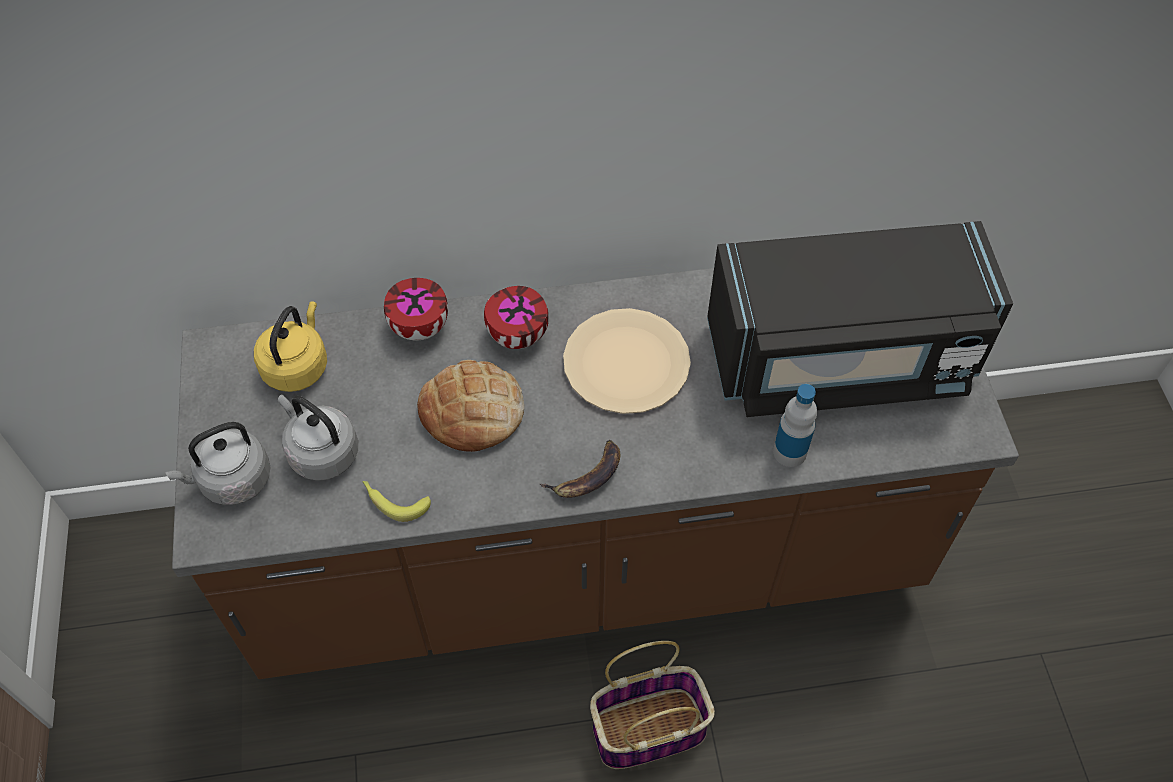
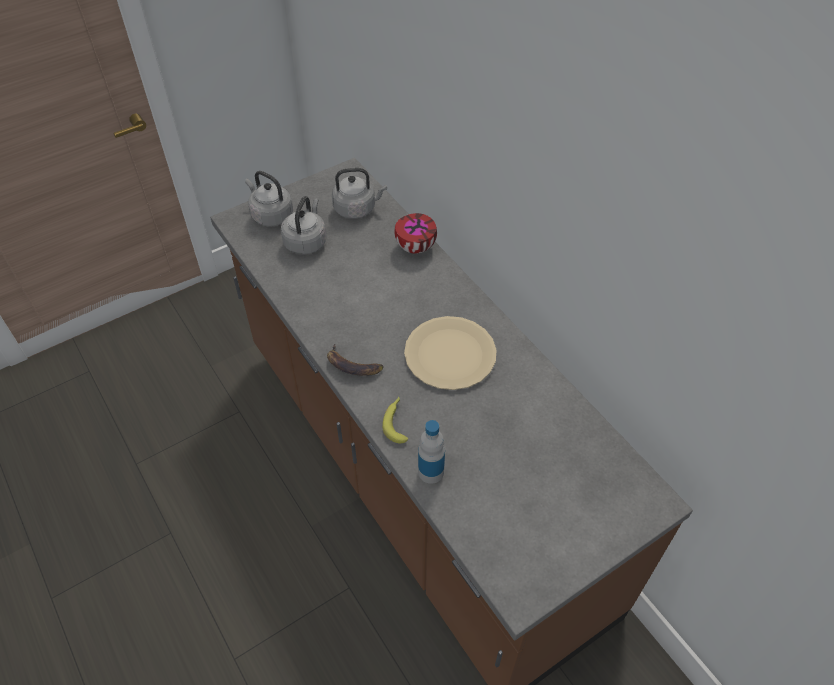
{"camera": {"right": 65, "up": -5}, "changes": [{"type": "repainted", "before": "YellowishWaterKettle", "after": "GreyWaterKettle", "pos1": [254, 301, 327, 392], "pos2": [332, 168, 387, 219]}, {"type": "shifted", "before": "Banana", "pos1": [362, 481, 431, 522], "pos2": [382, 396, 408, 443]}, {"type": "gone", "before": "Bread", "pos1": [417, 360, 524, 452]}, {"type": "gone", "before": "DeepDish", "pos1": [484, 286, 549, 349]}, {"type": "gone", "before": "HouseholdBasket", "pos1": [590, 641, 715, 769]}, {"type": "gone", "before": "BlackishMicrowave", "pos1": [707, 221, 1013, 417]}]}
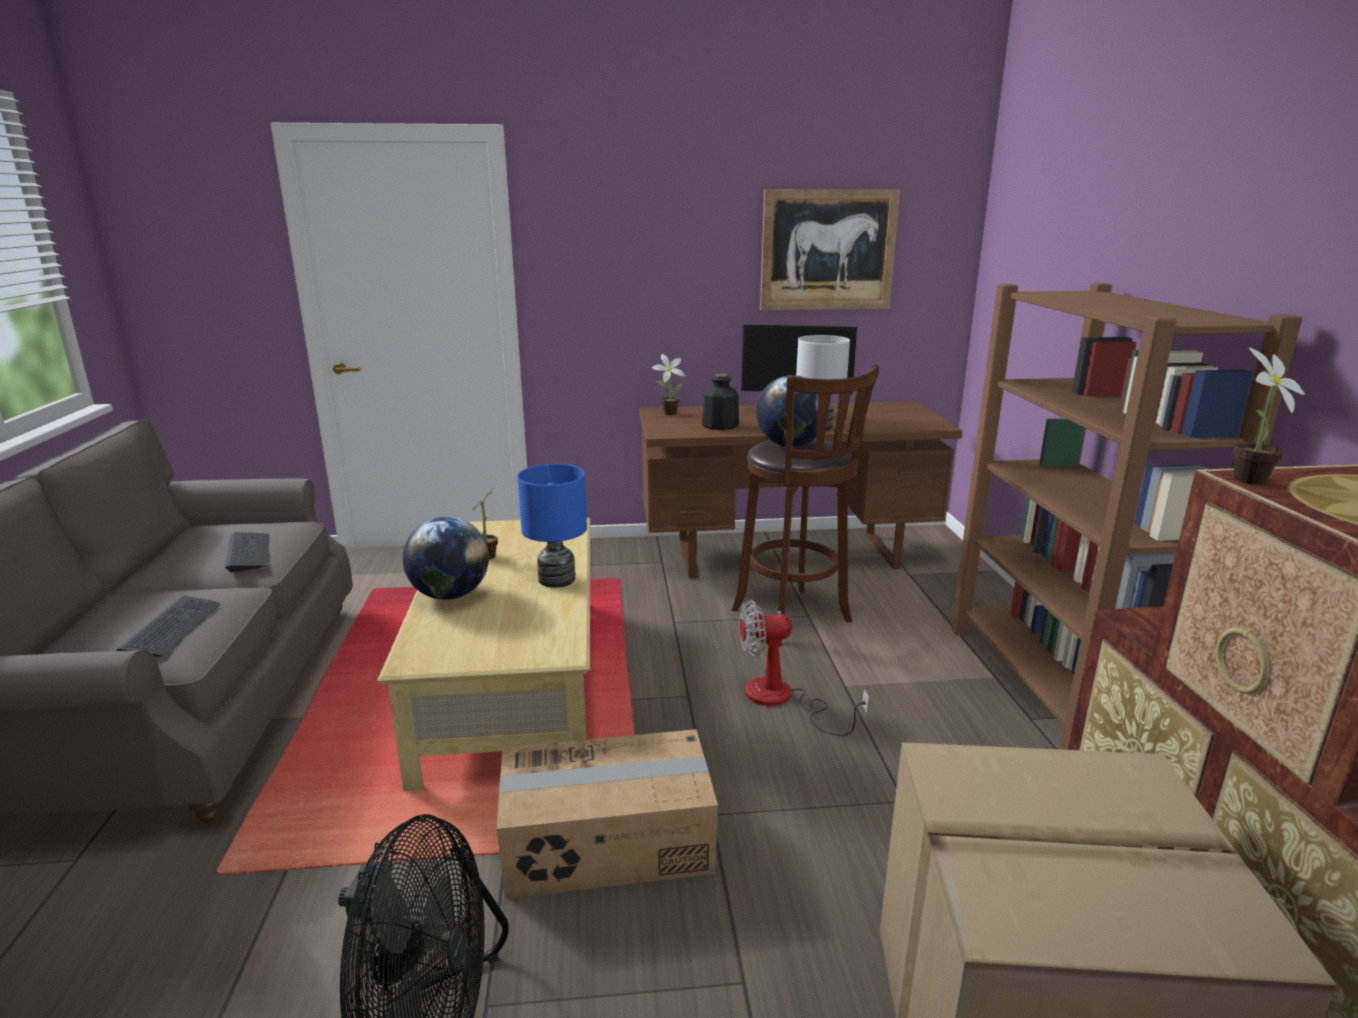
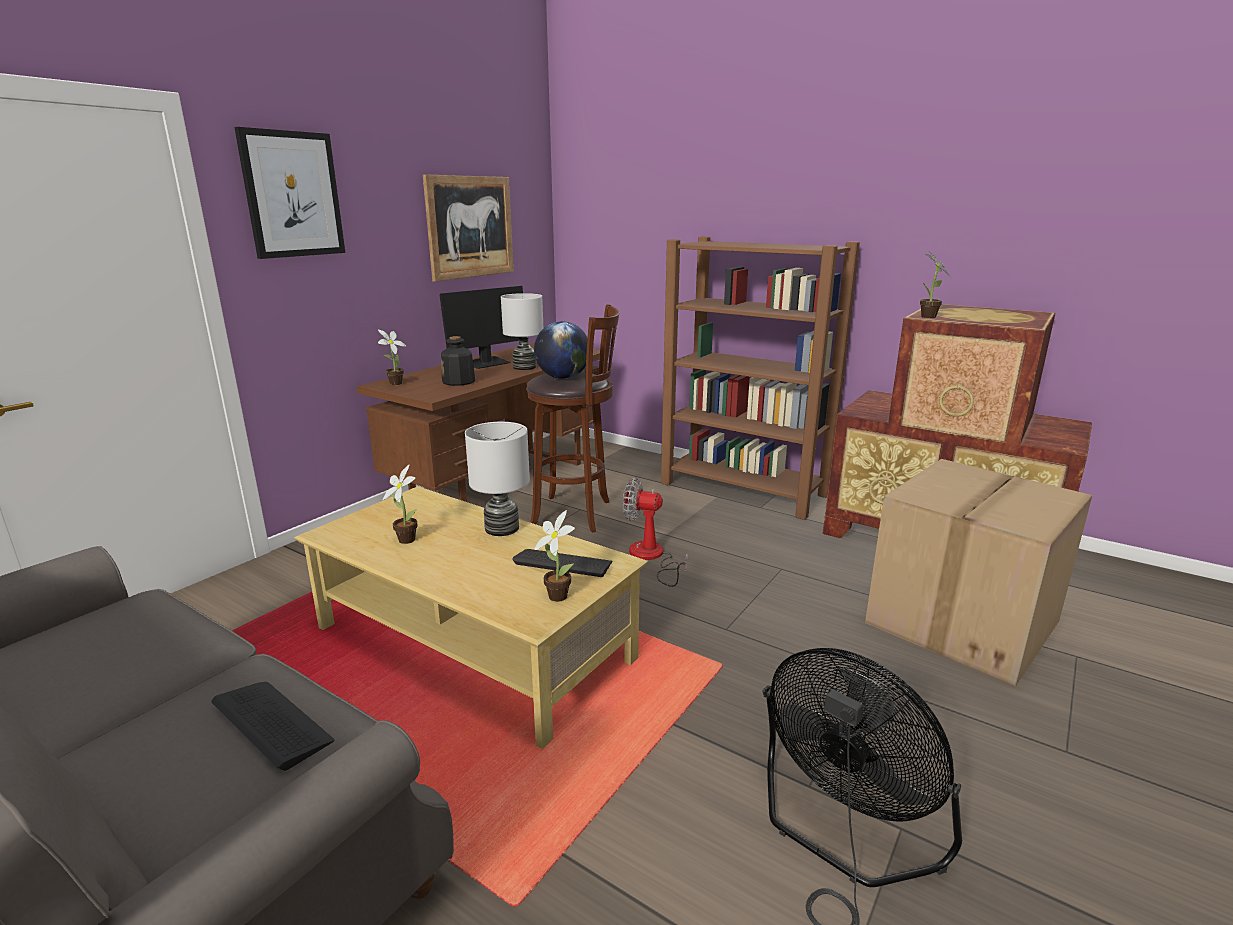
{"camera": {"right": -50, "up": 0}, "changes": [{"type": "new", "after": "WallArt", "pos2": [234, 127, 345, 259]}, {"type": "repainted", "before": "BlueTableLamp", "after": "GreyTableLamp", "pos1": [517, 464, 587, 588], "pos2": [465, 422, 530, 536]}, {"type": "shifted", "before": "ComputerKeyboard", "pos1": [225, 532, 270, 572], "pos2": [513, 549, 612, 577]}, {"type": "new", "after": "PlantInAPot", "pos2": [534, 510, 575, 602]}, {"type": "rotated", "before": "CoolingFan", "pos1": [739, 600, 869, 736], "pos2": [623, 478, 687, 587], "turn": 75}, {"type": "gone", "before": "Globe", "pos1": [403, 516, 489, 600]}, {"type": "gone", "before": "PackingBox", "pos1": [497, 729, 718, 899]}]}
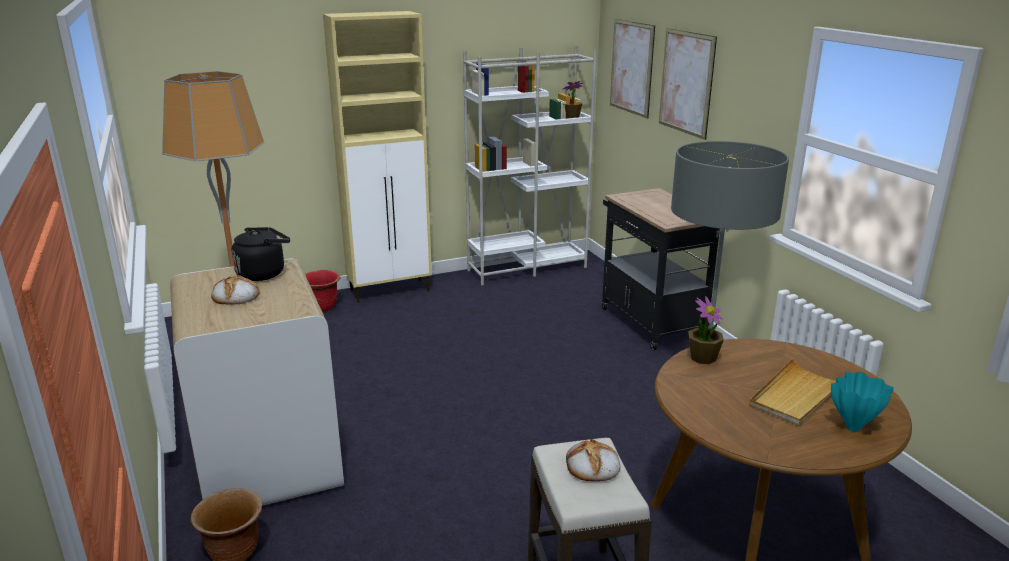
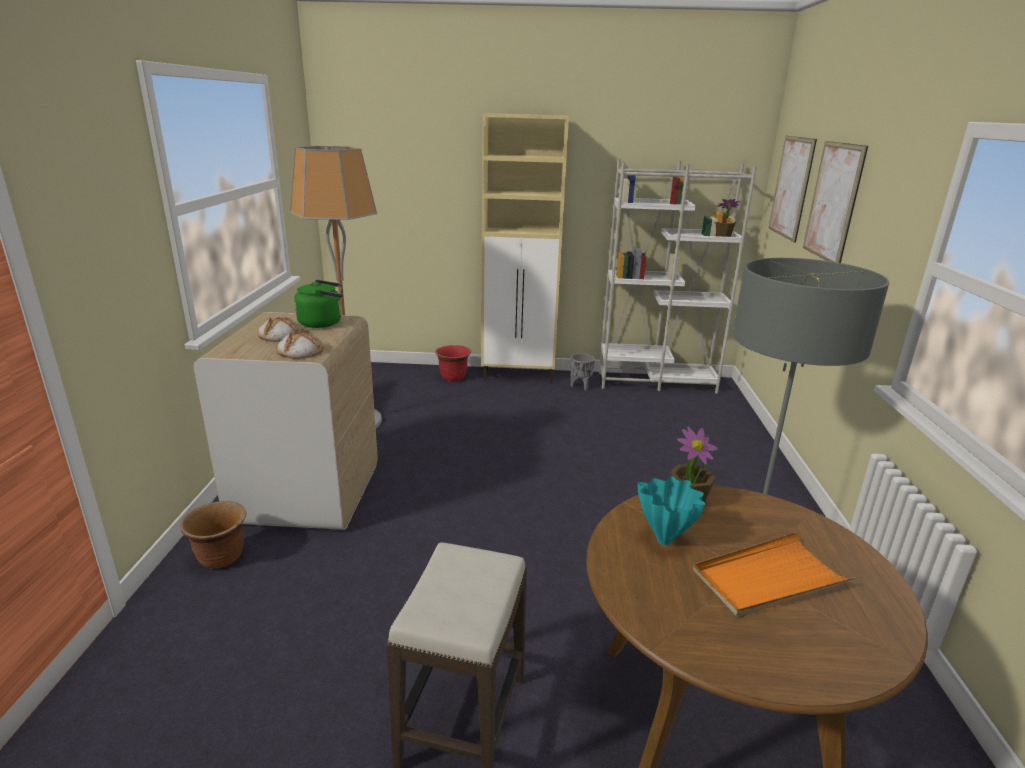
{"camera": {"right": 25, "up": 0}, "changes": [{"type": "shifted", "before": "Bread", "pos1": [566, 439, 621, 482], "pos2": [277, 332, 324, 359]}, {"type": "repainted", "before": "BlackishWaterKettle", "after": "GreenishWaterKettle", "pos1": [231, 227, 290, 281], "pos2": [294, 280, 343, 328]}, {"type": "new", "after": "GreyPlanter", "pos2": [570, 353, 595, 391]}, {"type": "shifted", "before": "BlueGreenFlowerVase", "pos1": [831, 372, 894, 432], "pos2": [638, 476, 705, 545]}, {"type": "repainted", "before": "BeigeColouredCarryingTray", "after": "OrangeCarryingTray", "pos1": [749, 358, 836, 426], "pos2": [693, 532, 856, 618]}, {"type": "gone", "before": "BlackishWheeledCart", "pos1": [602, 188, 720, 351]}]}
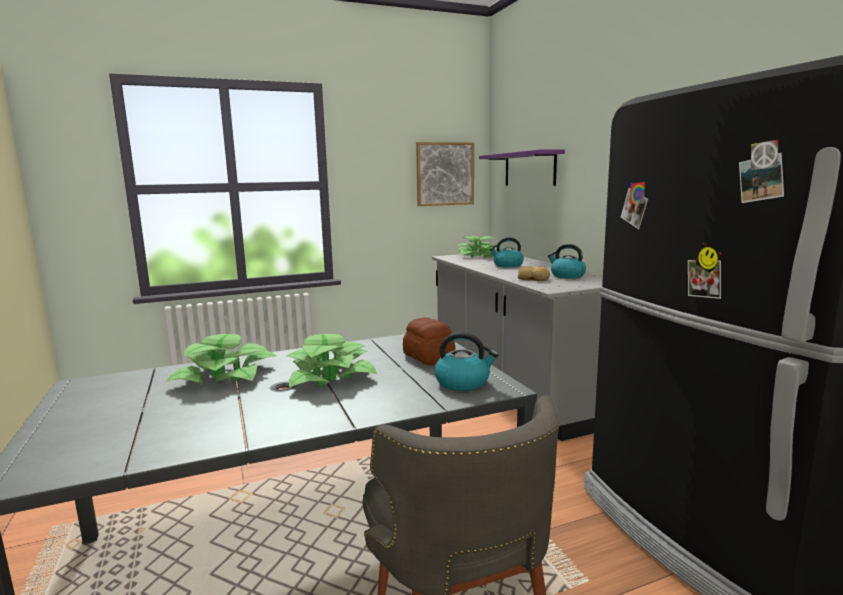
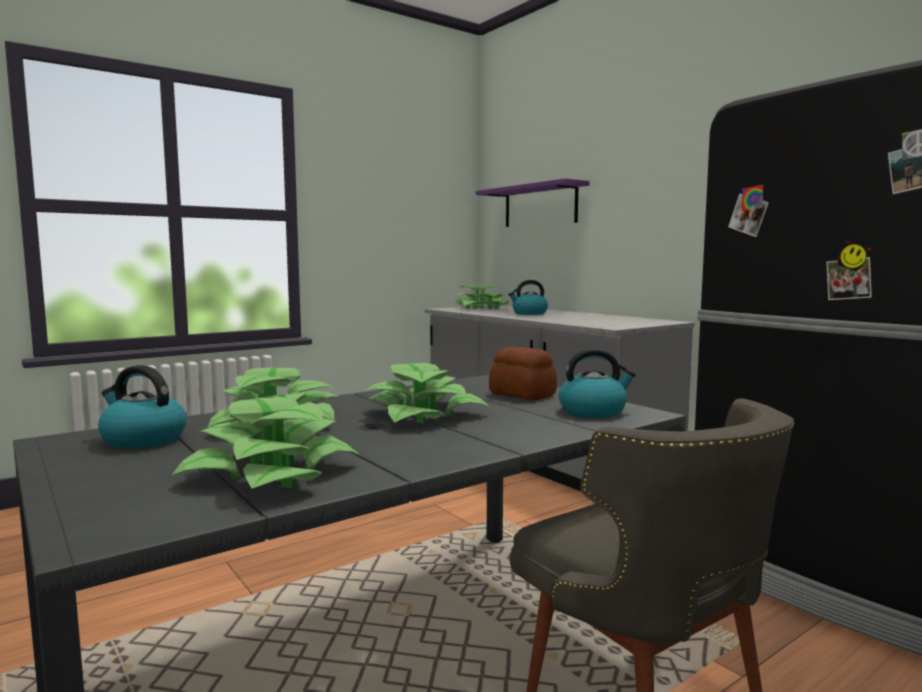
{"camera": {"right": -15, "up": -5}, "changes": [{"type": "shifted", "before": "WaterKettle", "pos1": [548, 244, 586, 279], "pos2": [98, 365, 187, 449]}, {"type": "new", "after": "PlantInAPot", "pos2": [172, 398, 360, 488]}, {"type": "gone", "before": "WallArt", "pos1": [416, 142, 474, 206]}, {"type": "gone", "before": "Bread", "pos1": [517, 266, 550, 281]}]}
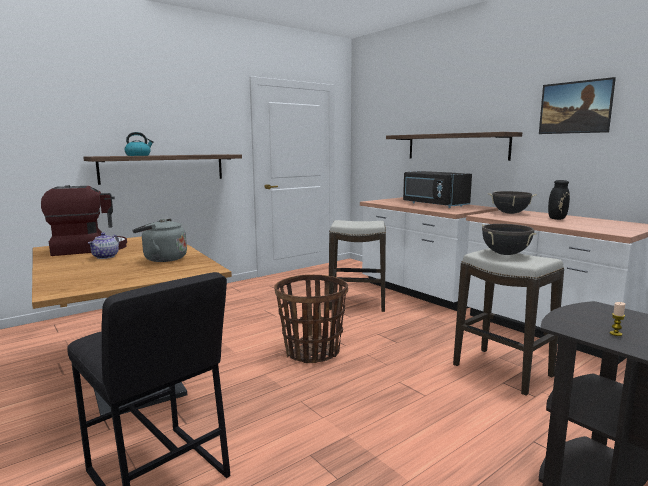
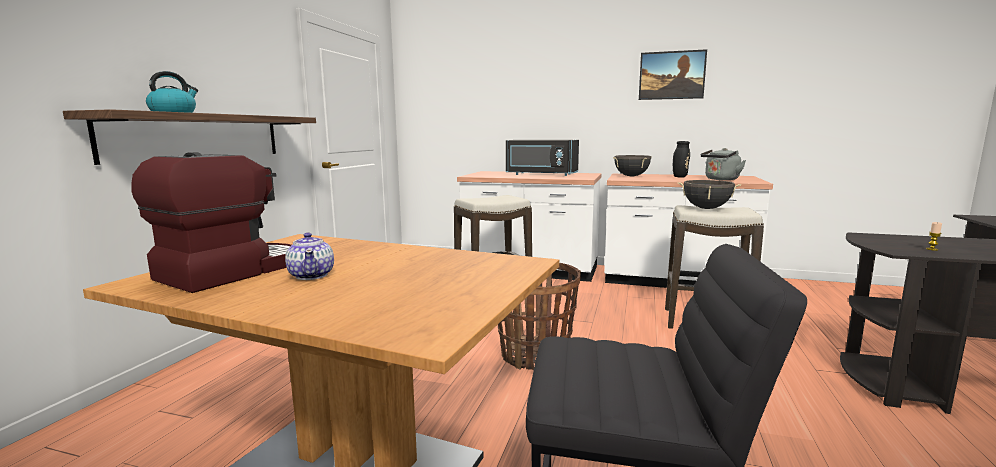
{"camera": {"right": -35, "up": 0}, "changes": [{"type": "shifted", "before": "GreyWaterKettle", "pos1": [132, 219, 187, 262], "pos2": [701, 148, 746, 180]}, {"type": "gone", "before": "WallShelf", "pos1": [386, 132, 522, 161]}]}
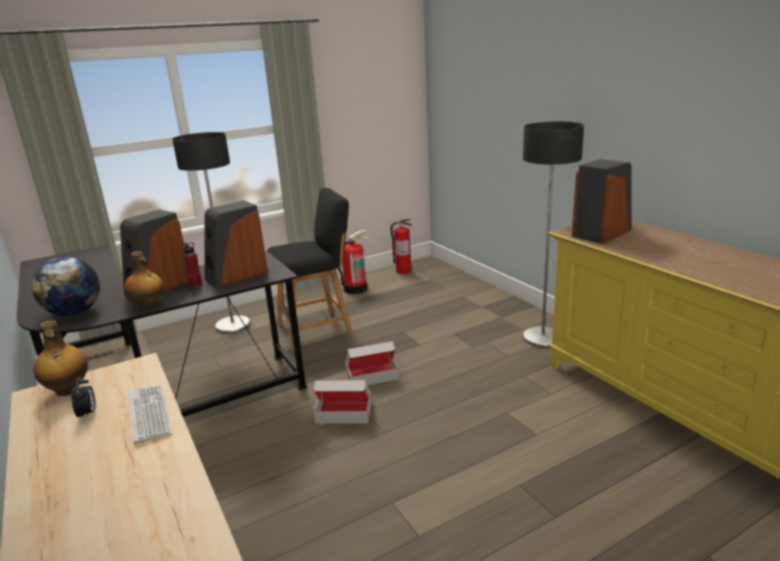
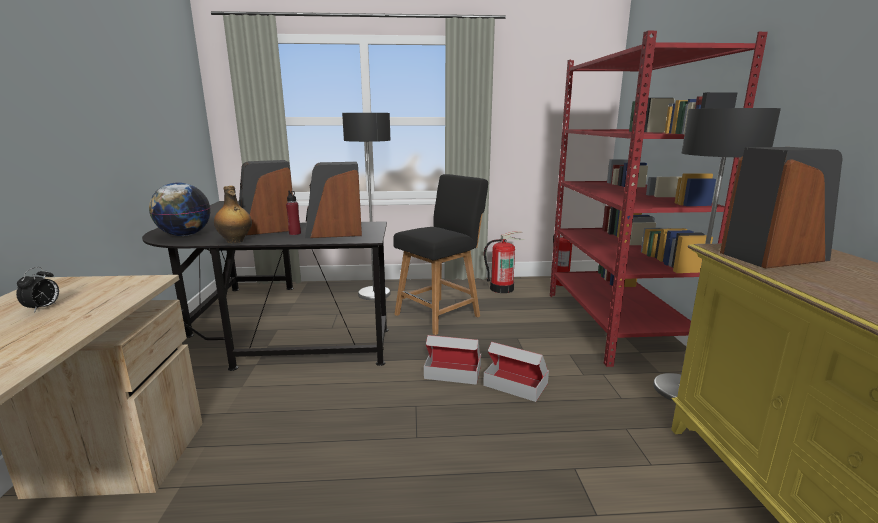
{"camera": {"right": 25, "up": -5}, "changes": [{"type": "rotated", "before": "BlackishUprightChair", "pos1": [267, 188, 353, 350], "pos2": [393, 174, 488, 335], "turn": -45}, {"type": "shifted", "before": "PackingBox", "pos1": [314, 380, 372, 424], "pos2": [483, 342, 549, 402]}, {"type": "new", "after": "RedColouredBookcase", "pos2": [550, 31, 768, 367]}, {"type": "gone", "before": "DrinkBottle", "pos1": [34, 320, 88, 396]}, {"type": "gone", "before": "ComputerKeyboard", "pos1": [128, 385, 173, 444]}]}
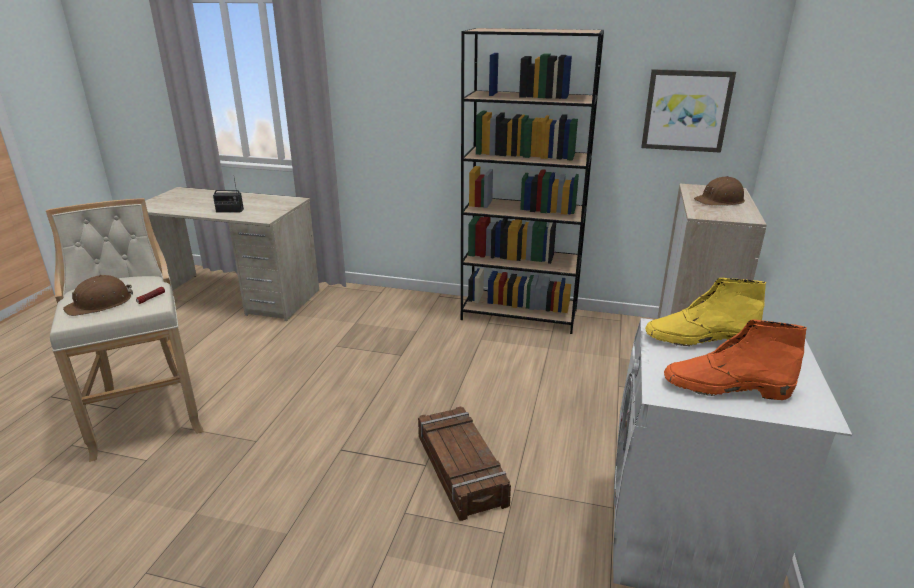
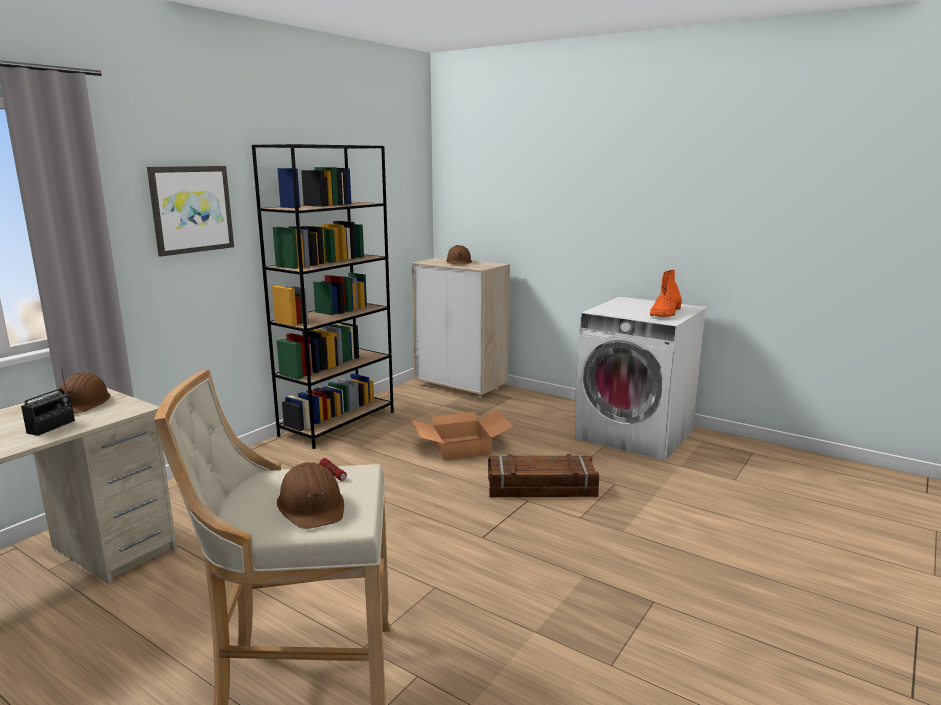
{"camera": {"right": -70, "up": -10}, "changes": [{"type": "new", "after": "BrownishWorkHelmet", "pos2": [58, 372, 111, 413]}, {"type": "shifted", "before": "WallArt", "pos1": [641, 69, 736, 153], "pos2": [147, 166, 234, 257]}, {"type": "new", "after": "PackingBox", "pos2": [411, 410, 513, 460]}, {"type": "gone", "before": "YellowishBoot", "pos1": [645, 278, 766, 346]}]}
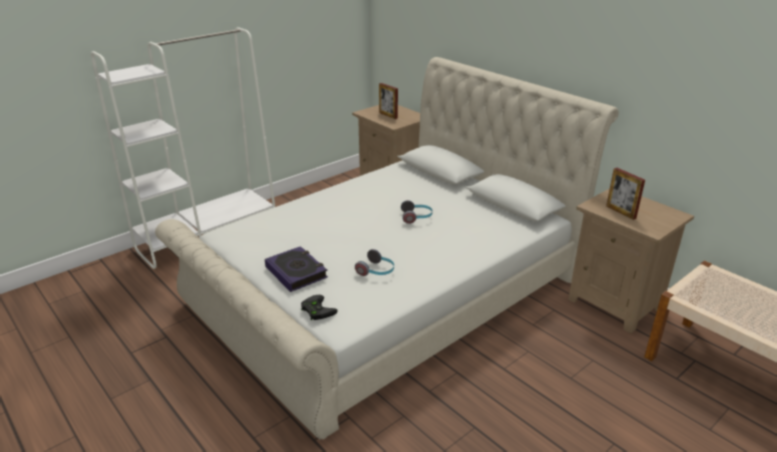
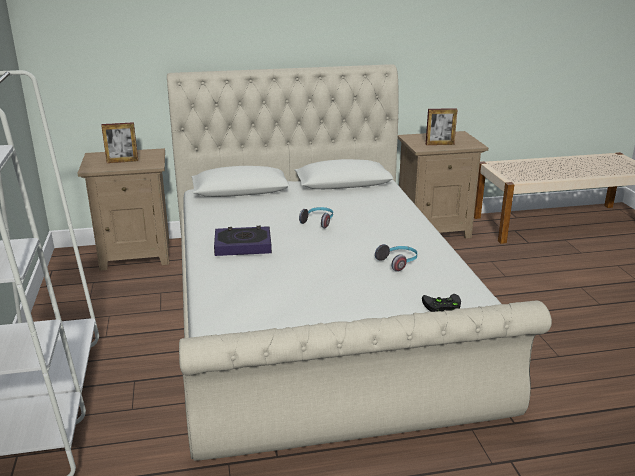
{"camera": {"right": -60, "up": -5}, "changes": [{"type": "shifted", "before": "BoundBook", "pos1": [265, 246, 328, 292], "pos2": [214, 226, 272, 256]}]}
